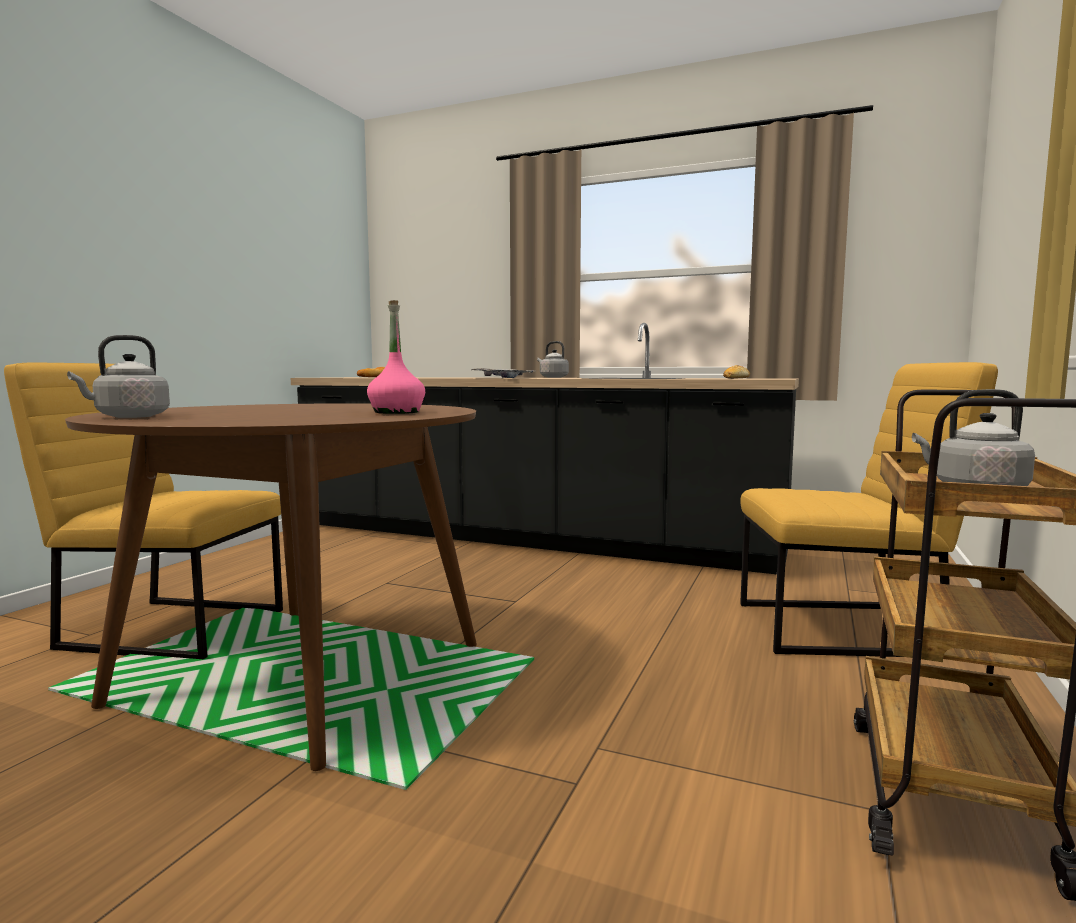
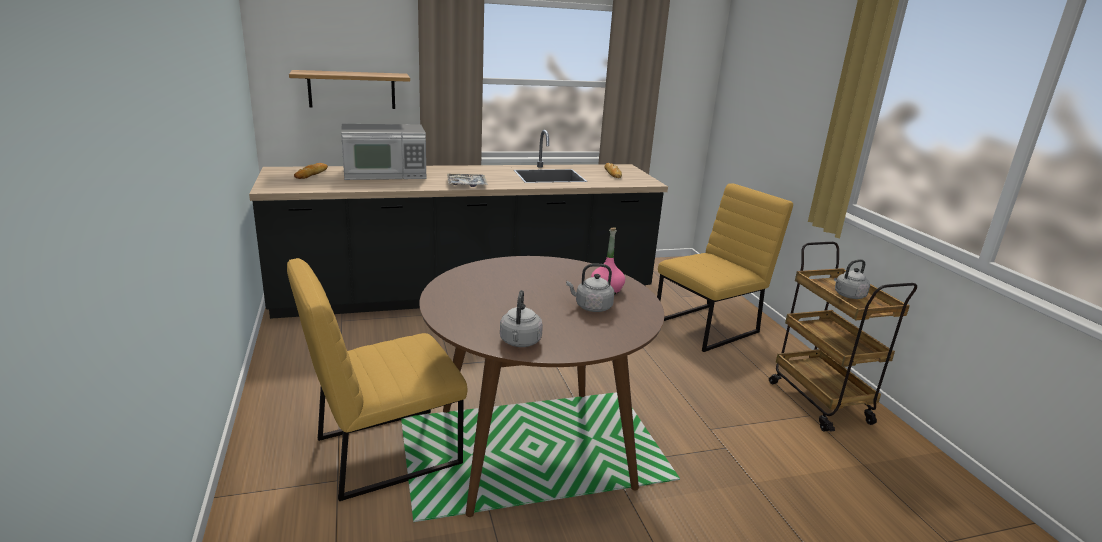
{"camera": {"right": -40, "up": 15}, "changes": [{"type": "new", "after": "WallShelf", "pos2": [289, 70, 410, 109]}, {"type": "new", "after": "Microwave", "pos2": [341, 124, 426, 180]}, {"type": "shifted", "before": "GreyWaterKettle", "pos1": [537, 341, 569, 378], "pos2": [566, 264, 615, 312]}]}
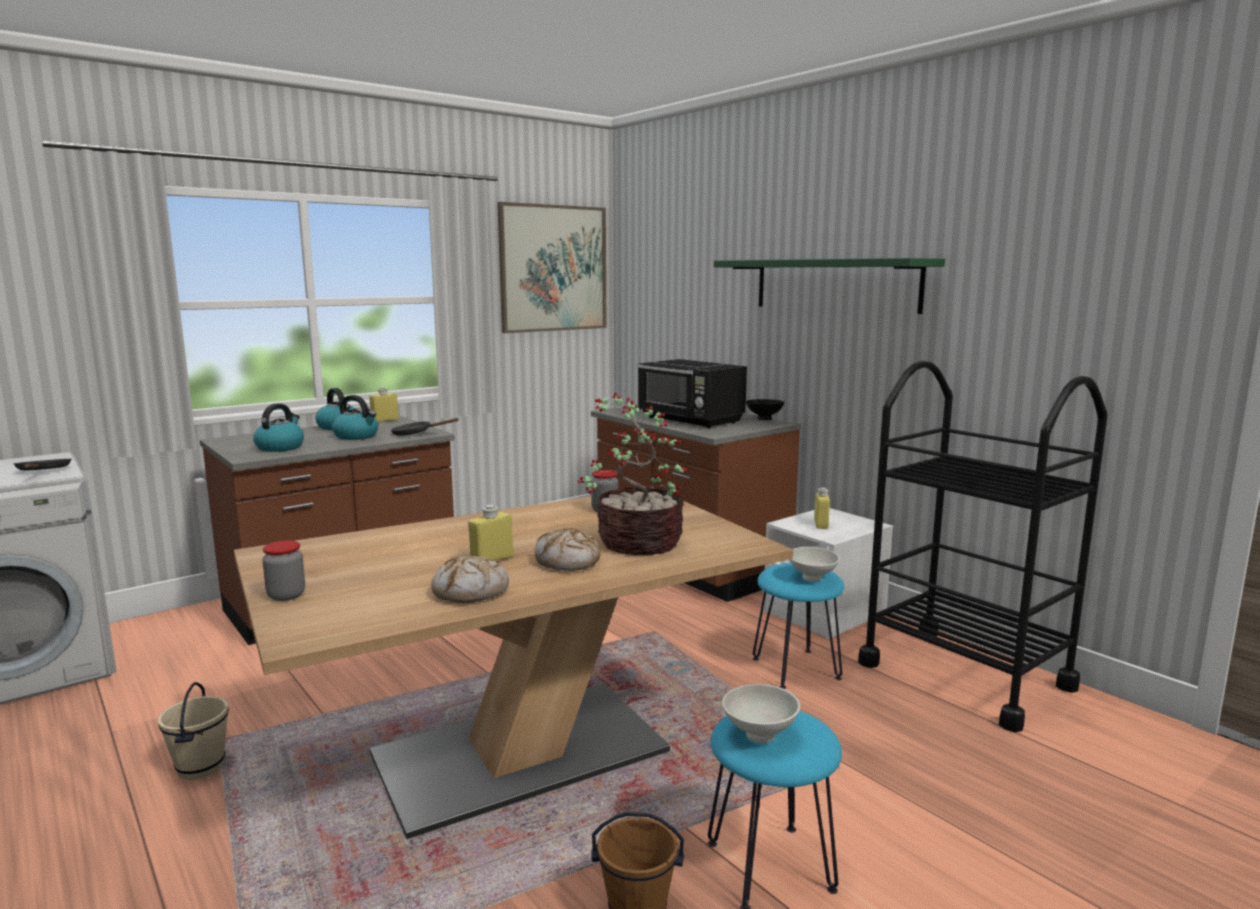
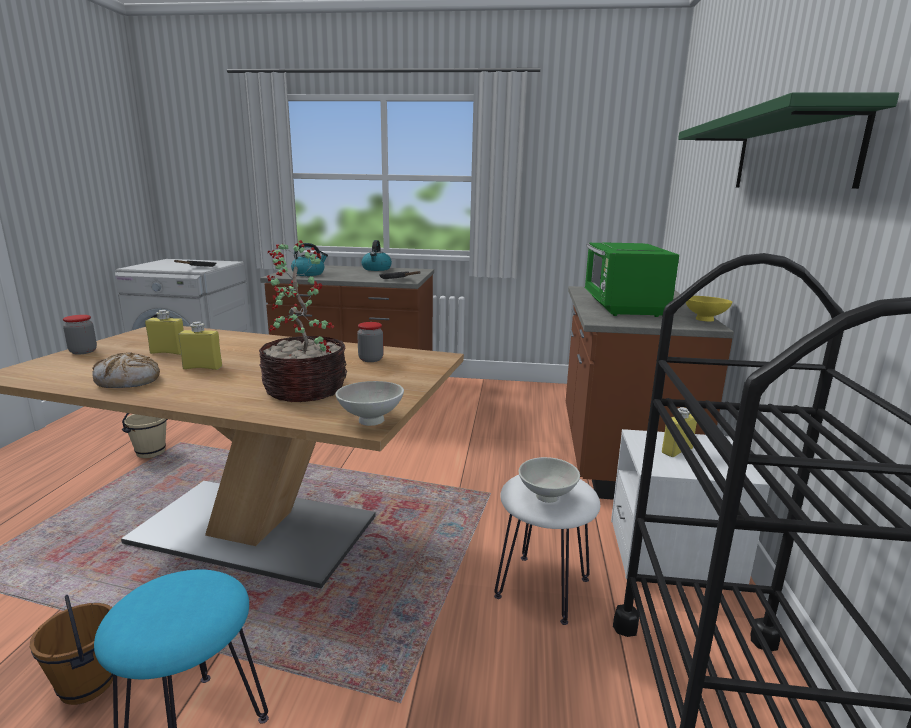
{"camera": {"right": 45, "up": 5}, "changes": [{"type": "shifted", "before": "YellowishDrinkBottle", "pos1": [369, 387, 399, 423], "pos2": [145, 310, 184, 355]}, {"type": "shifted", "before": "WhiteColouredDeepDish", "pos1": [722, 684, 800, 743], "pos2": [335, 381, 404, 426]}, {"type": "repainted", "before": "BlueGreenSittingStool", "after": "WhiteColouredSittingStool", "pos1": [753, 563, 844, 689], "pos2": [494, 475, 600, 625]}, {"type": "repainted", "before": "BlackishMicrowave", "after": "GreenishMicrowave", "pos1": [637, 359, 747, 428], "pos2": [584, 242, 679, 317]}, {"type": "repainted", "before": "BlackishDeepDish", "after": "YellowishDeepDish", "pos1": [746, 399, 785, 420], "pos2": [686, 296, 733, 321]}, {"type": "gone", "before": "WaterKettle", "pos1": [332, 395, 378, 440]}, {"type": "gone", "before": "WallArt", "pos1": [497, 202, 607, 333]}, {"type": "gone", "before": "Bread", "pos1": [535, 528, 601, 571]}]}
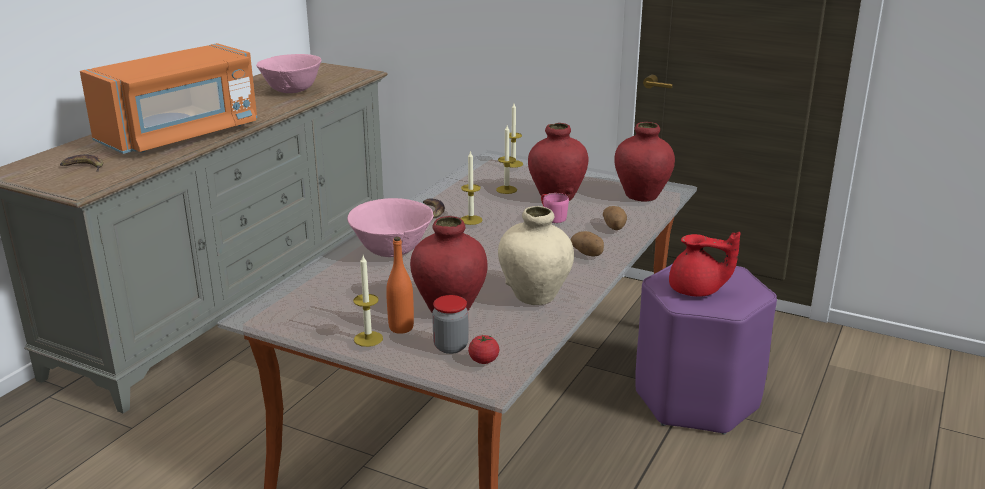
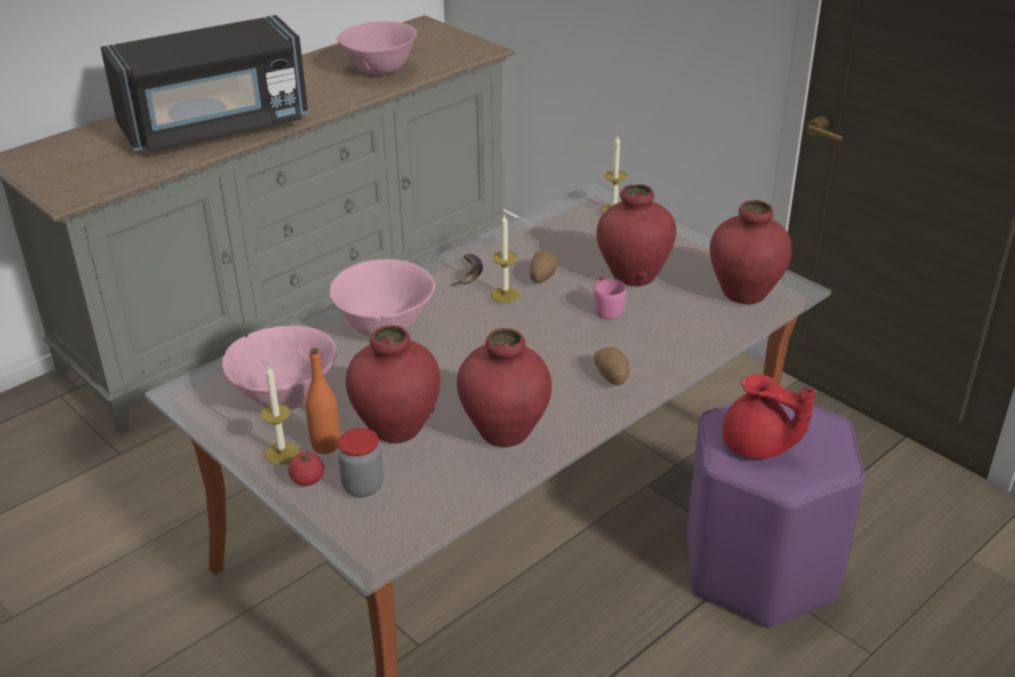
{"camera": {"right": 20, "up": 10}, "changes": [{"type": "repainted", "before": "OrangeMicrowave", "after": "BlackishMicrowave", "pos1": [80, 43, 257, 154], "pos2": [101, 15, 308, 152]}, {"type": "new", "after": "PinkColouredDeepDish", "pos2": [222, 325, 336, 409]}, {"type": "shifted", "before": "WholeTomato", "pos1": [468, 335, 499, 364], "pos2": [288, 452, 325, 486]}, {"type": "repainted", "before": "BeigeColouredFlowerVase", "after": "RedColouredFlowerVase", "pos1": [498, 206, 574, 305], "pos2": [457, 328, 552, 447]}, {"type": "shifted", "before": "Spud", "pos1": [603, 206, 627, 230], "pos2": [530, 251, 558, 283]}, {"type": "gone", "before": "Banana", "pos1": [60, 155, 103, 172]}, {"type": "gone", "before": "WaxCandle", "pos1": [496, 125, 517, 194]}]}
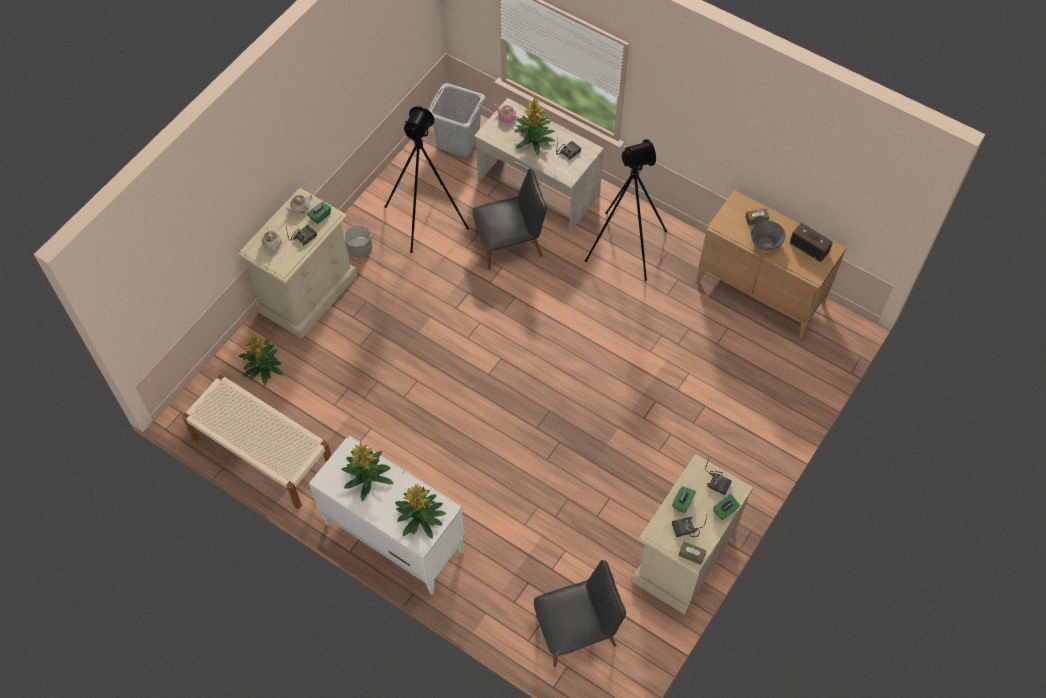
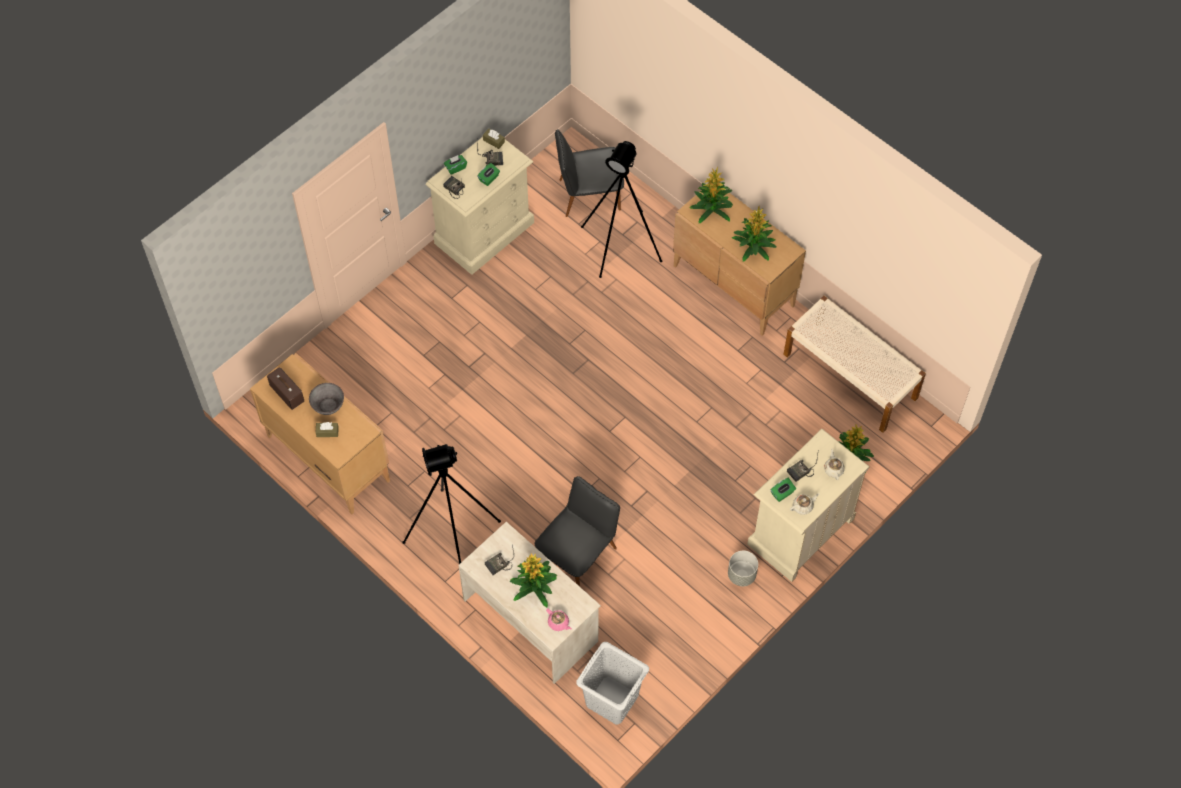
{"camera": {"right": -170, "up": 0}, "changes": [{"type": "rotated", "before": "BlackishUprightChair", "pos1": [472, 169, 547, 270], "pos2": [535, 476, 620, 587], "turn": 135}, {"type": "shifted", "before": "BlackishStandardLamp", "pos1": [384, 106, 469, 253], "pos2": [581, 141, 662, 278]}, {"type": "repainted", "before": "WhiteColouredStorageCabinet", "after": "BrownishStorageCabinet", "pos1": [309, 436, 464, 595], "pos2": [673, 192, 806, 336]}]}
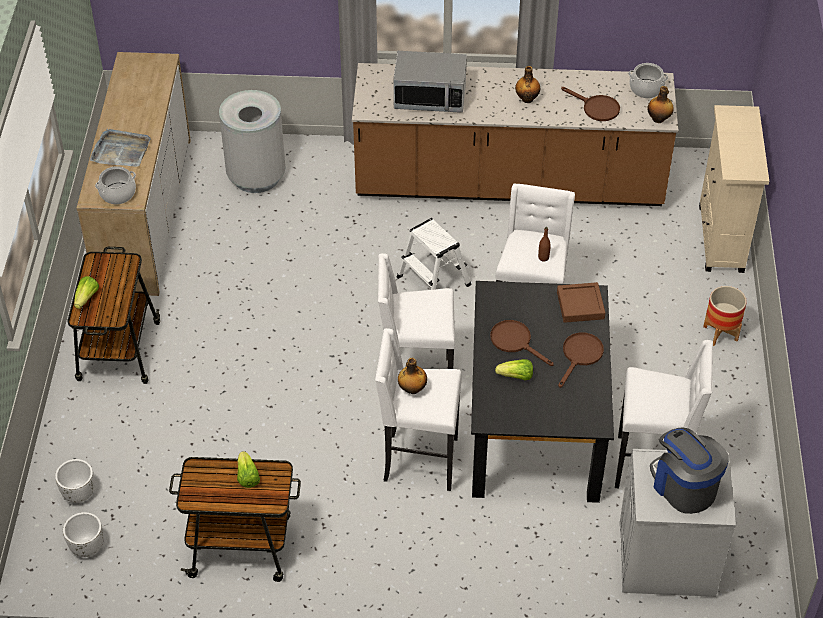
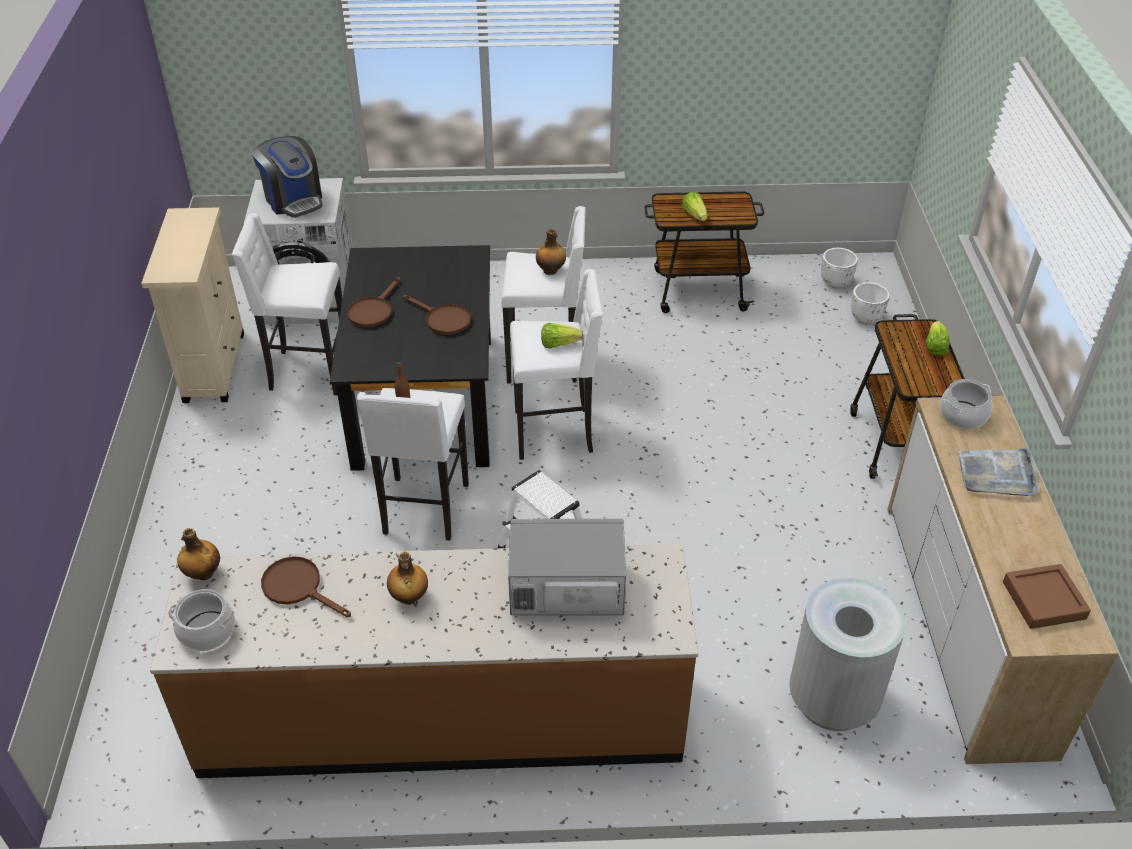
{"camera": {"right": 175, "up": -5}, "changes": [{"type": "shifted", "before": "BeigeColouredStorageCabinet", "pos1": [699, 105, 769, 273], "pos2": [141, 207, 244, 403]}, {"type": "shifted", "before": "LettuceHead", "pos1": [495, 359, 533, 380], "pos2": [541, 323, 583, 348]}, {"type": "shifted", "before": "BrownishCarryingTray", "pos1": [557, 282, 605, 323], "pos2": [1003, 564, 1091, 629]}, {"type": "gone", "before": "Planter", "pos1": [703, 286, 747, 346]}]}
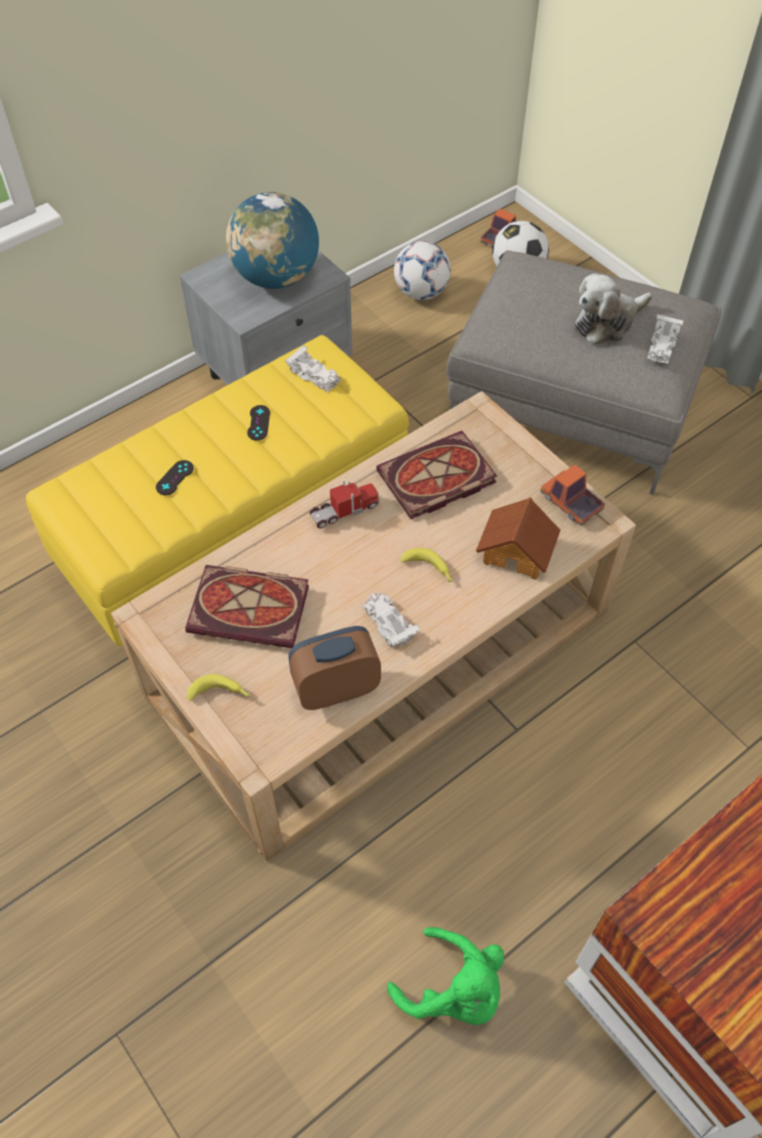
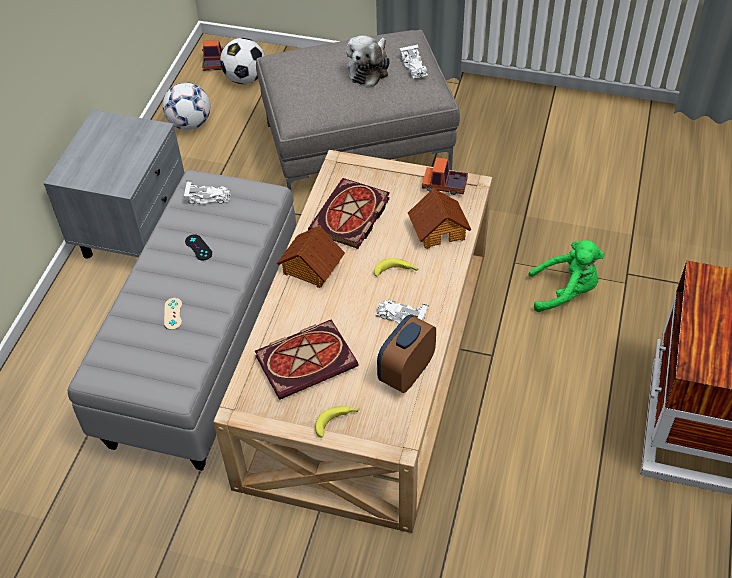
{"camera": {"right": -35, "up": -5}, "changes": [{"type": "repainted", "before": "YellowishOttoman", "after": "GreyOttoman", "pos1": [26, 335, 409, 646], "pos2": [68, 170, 296, 471]}, {"type": "repainted", "before": "BlackishGamepad", "after": "BeigeColouredGamepad", "pos1": [156, 460, 194, 495], "pos2": [164, 298, 182, 330]}, {"type": "swapped", "before": "ToyTruck", "after": "MiniatureHouse", "pos1": [310, 480, 379, 528], "pos2": [277, 225, 345, 288]}, {"type": "shifted", "before": "GreenishPlushToy", "pos1": [387, 927, 504, 1025], "pos2": [528, 240, 604, 312]}, {"type": "gone", "before": "Globe", "pos1": [226, 192, 319, 289]}]}
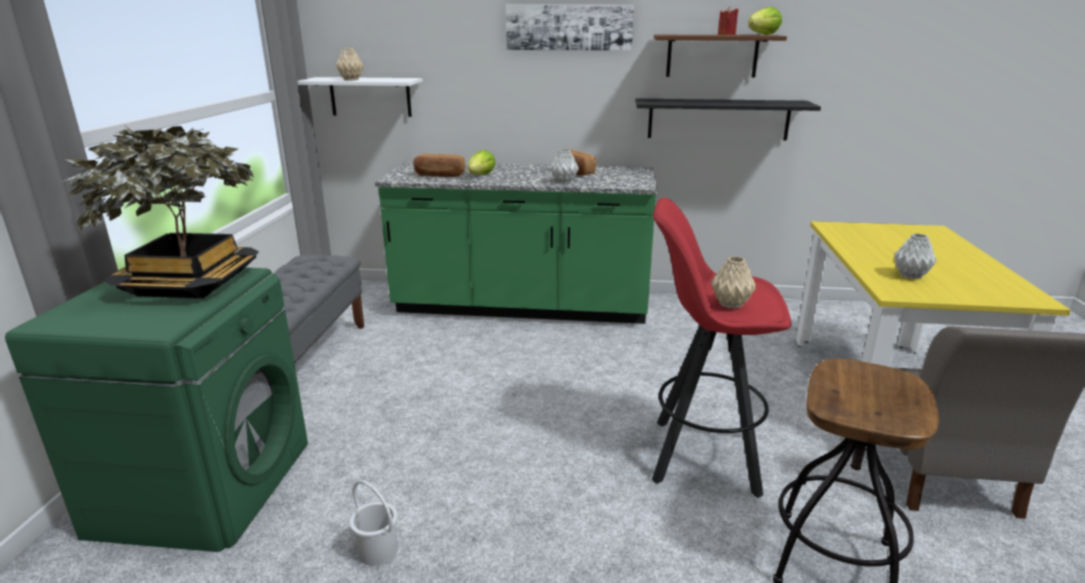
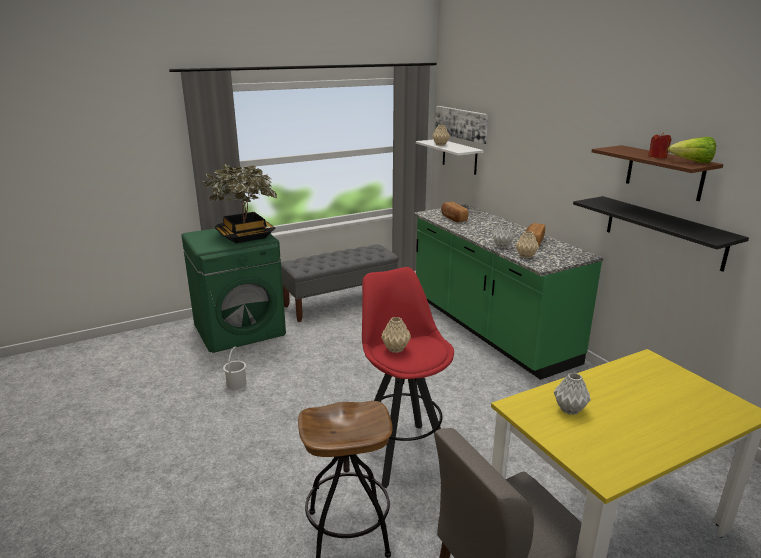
{"camera": {"right": 55, "up": 0}, "changes": [{"type": "shifted", "before": "WallArt", "pos1": [506, 4, 634, 51], "pos2": [435, 106, 488, 144]}, {"type": "new", "after": "BeigeColouredFlowerVase", "pos2": [516, 231, 539, 258]}, {"type": "gone", "before": "LettuceHead", "pos1": [468, 150, 496, 175]}]}
